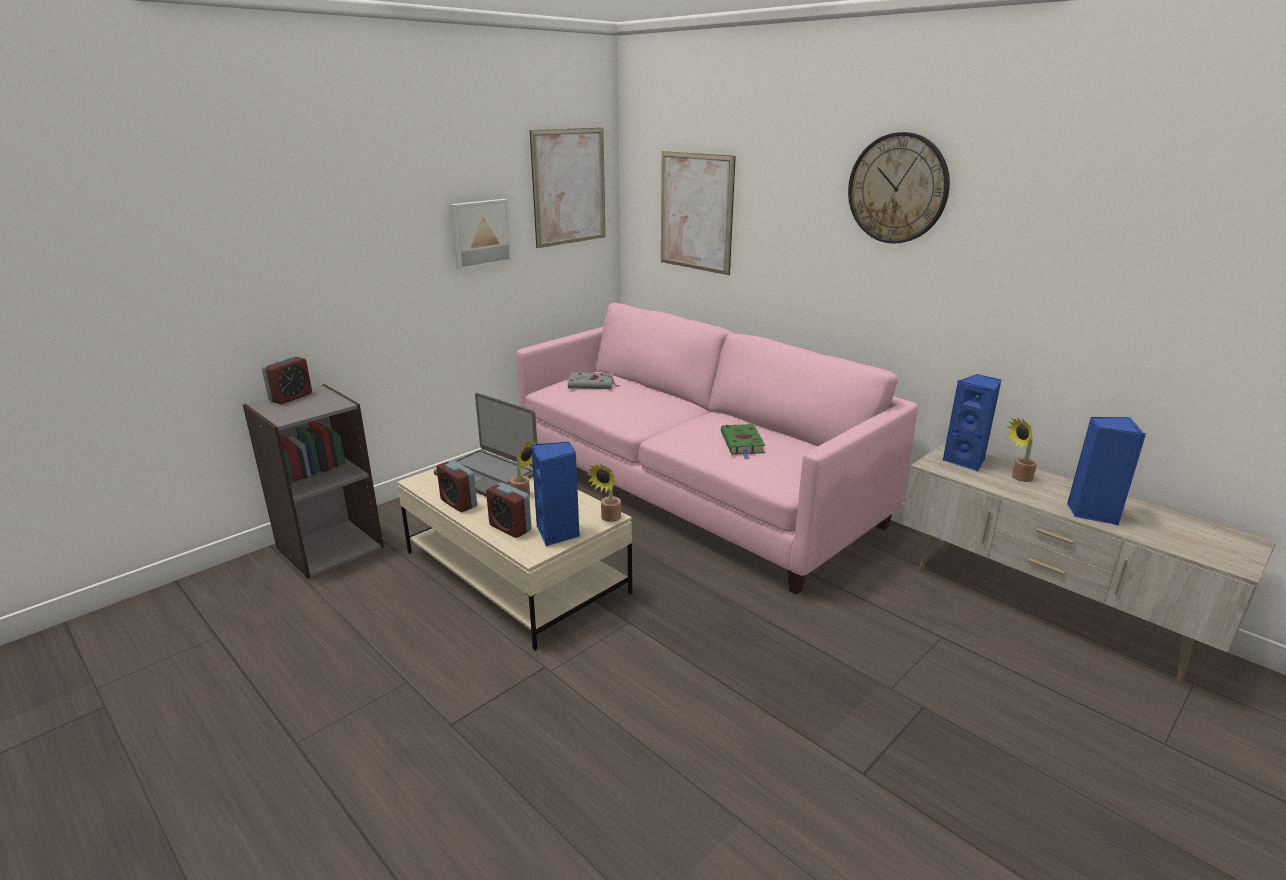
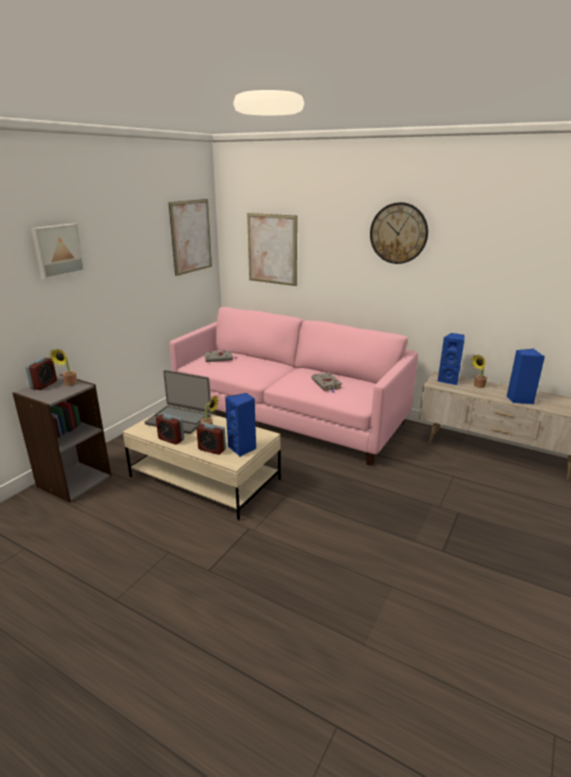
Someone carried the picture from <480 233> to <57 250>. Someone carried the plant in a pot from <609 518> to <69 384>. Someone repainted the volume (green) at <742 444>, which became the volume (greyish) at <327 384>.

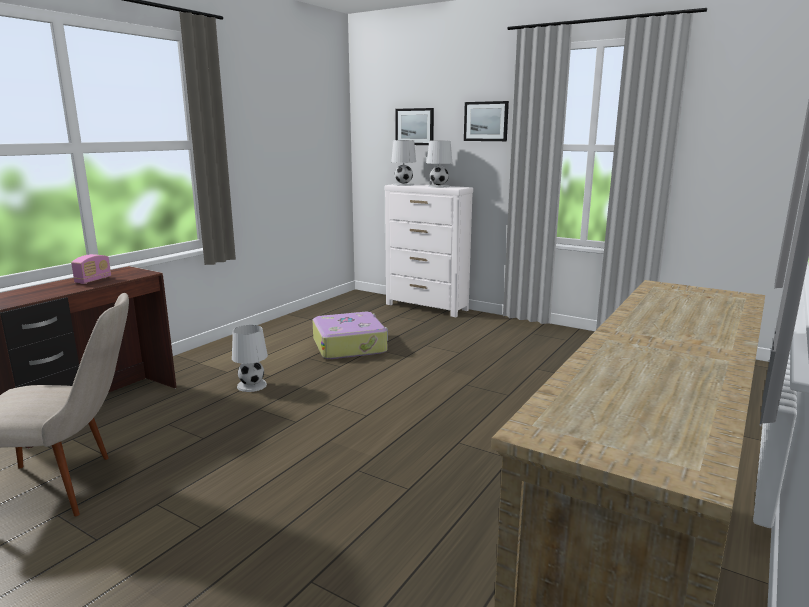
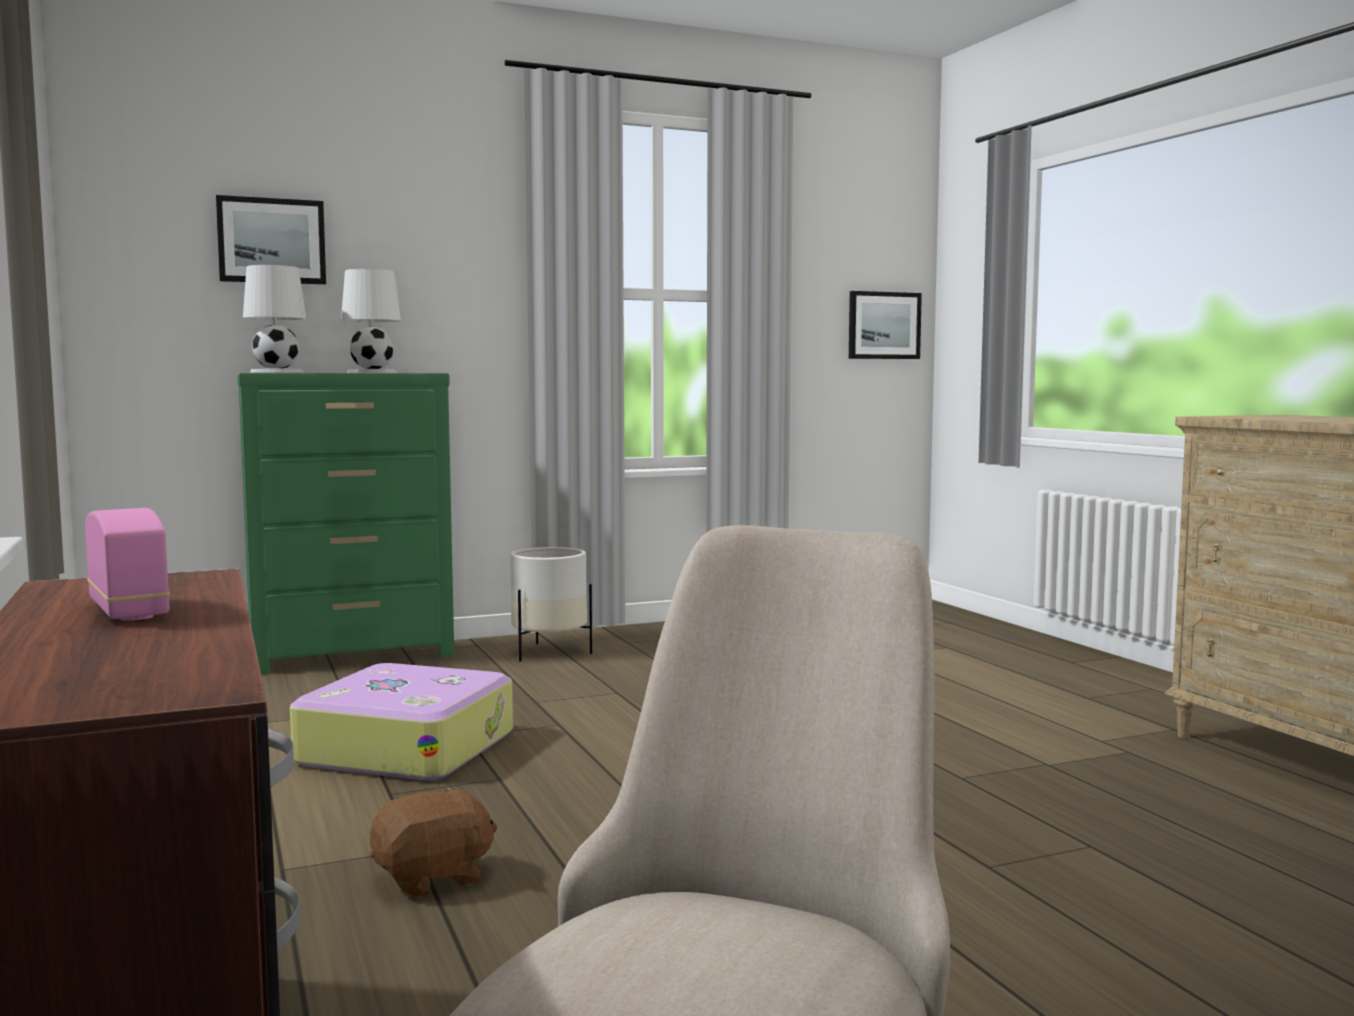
Someone swapped the lamp for a table (white) at <252 385> for the cuddly toy (brown) at <433 878>. Someone repainted the drawer chest (white) at <427 307>, which became the drawer chest (green) at <355 658>. Someone carried the picture from <486 121> to <883 325>. Someone put down the flower pot (white) at <549 652>.

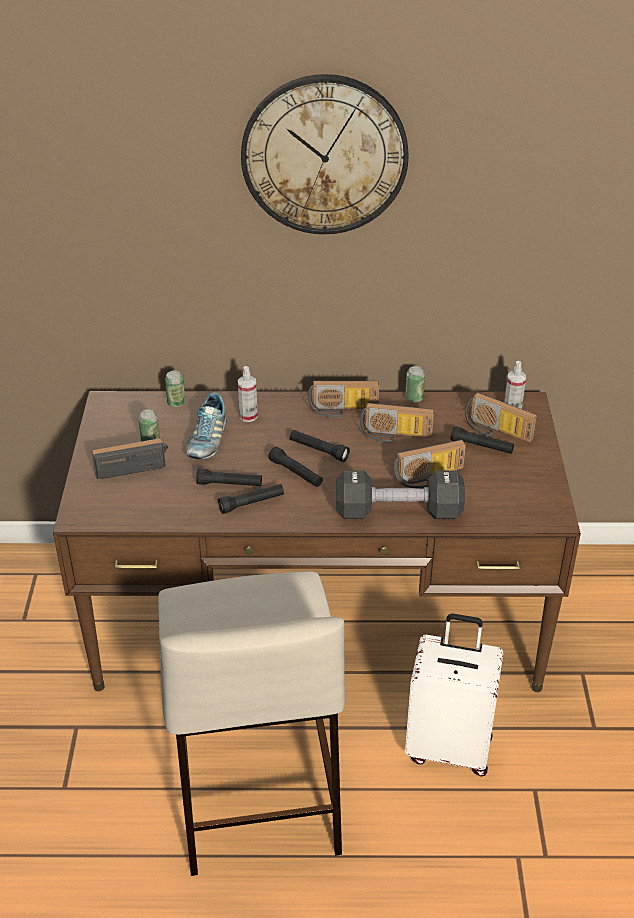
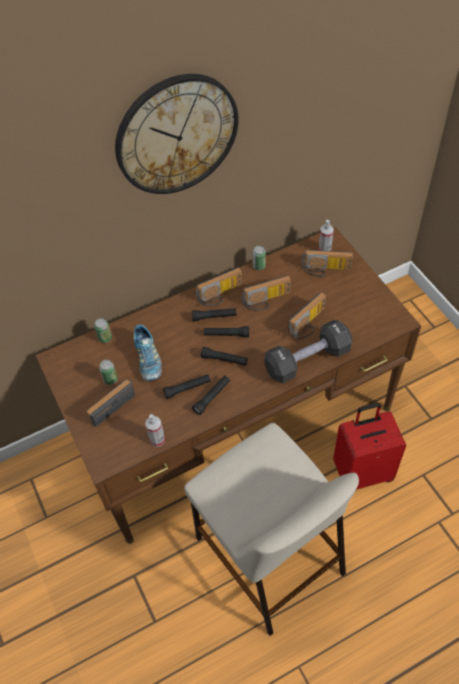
Someone carried the sprayer from <248 416> to <157 440>. Someone repainted the piece of luggage (white) at <449 747>, which became the piece of luggage (reddish) at <362 471>. Someone carried the flashlight (blackish) from <481 446> to <214 317>.

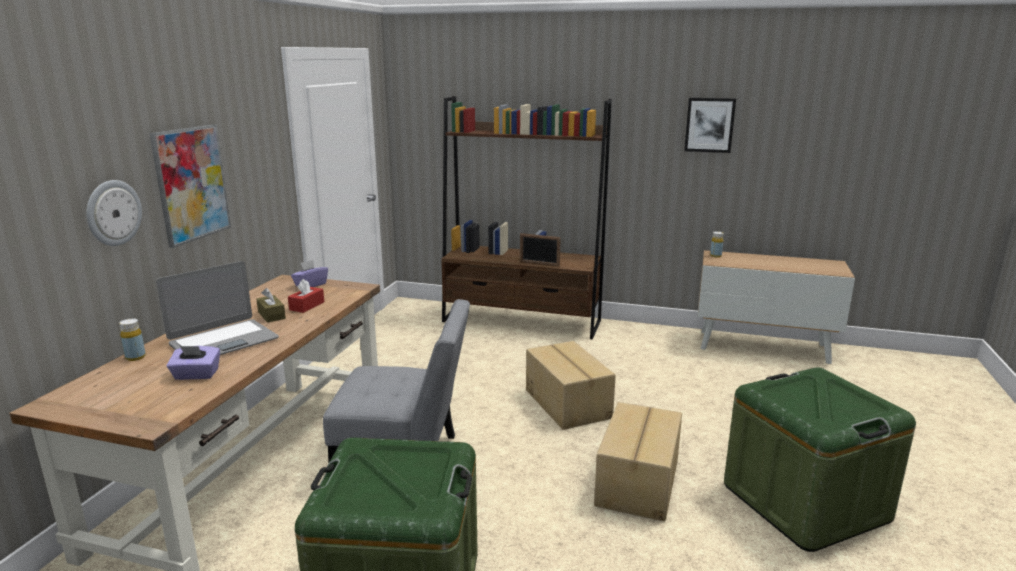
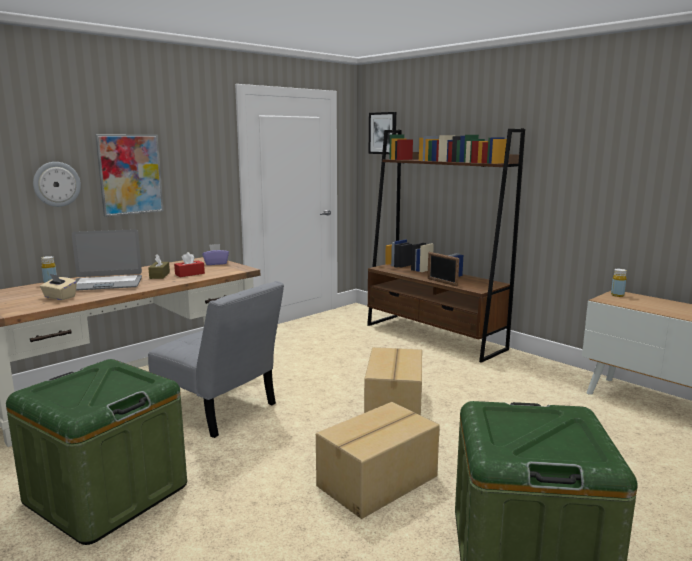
Someone repainted the tissue holder (purplish) at <196 375>, which became the tissue holder (sand-coloured) at <59 297>. Someone carried the picture from <709 125> to <383 133>.

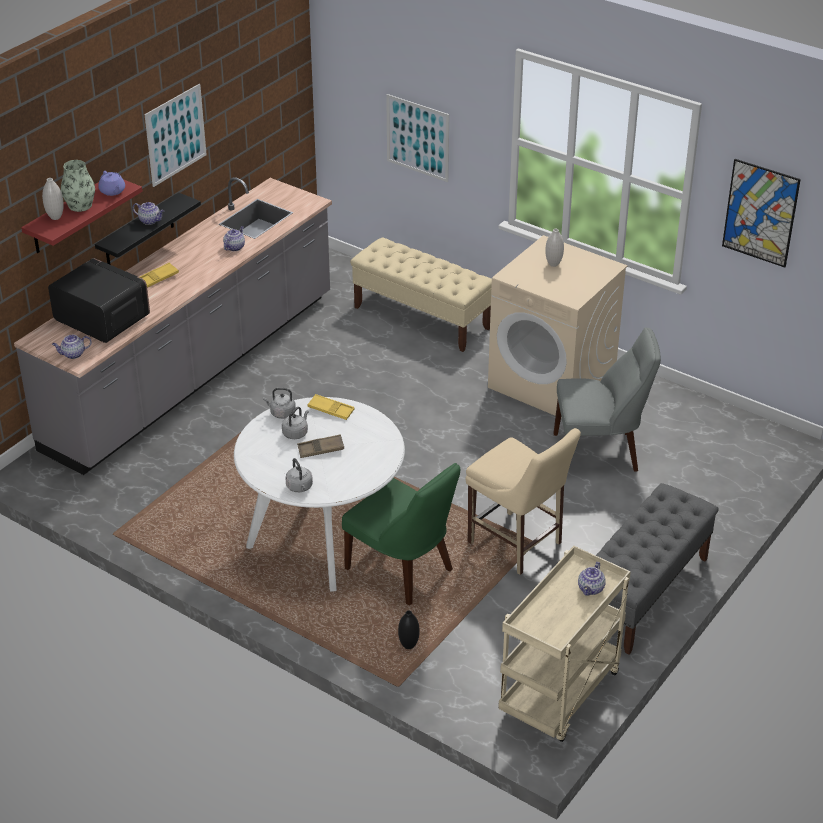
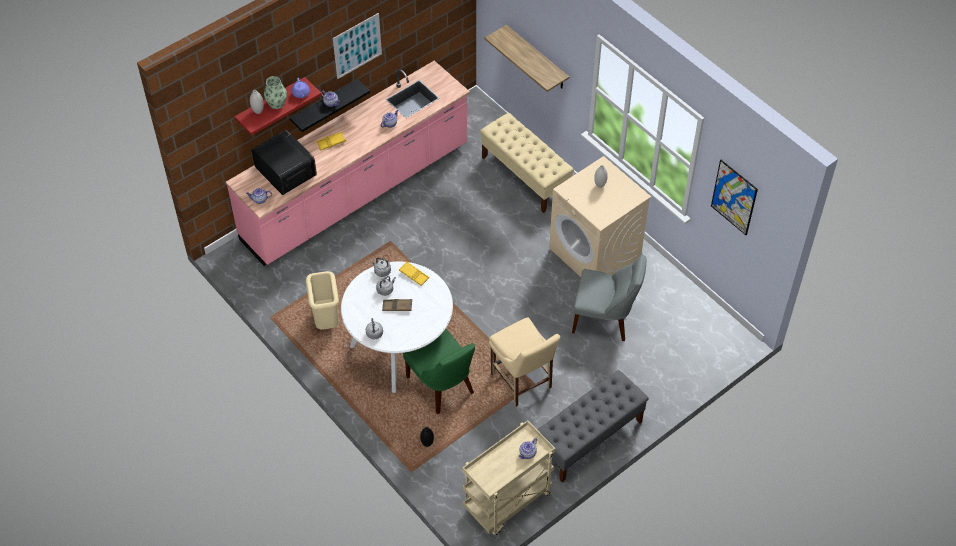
Someone repainted the kitchen counter (greyish) at <193 372>, which became the kitchen counter (pink-coloured) at <356 193>. Someone swapped the picture at <417 138> for the wall shelf at <537 58>. Someone put down the waste bin (sand-coloured) at <326 321>.

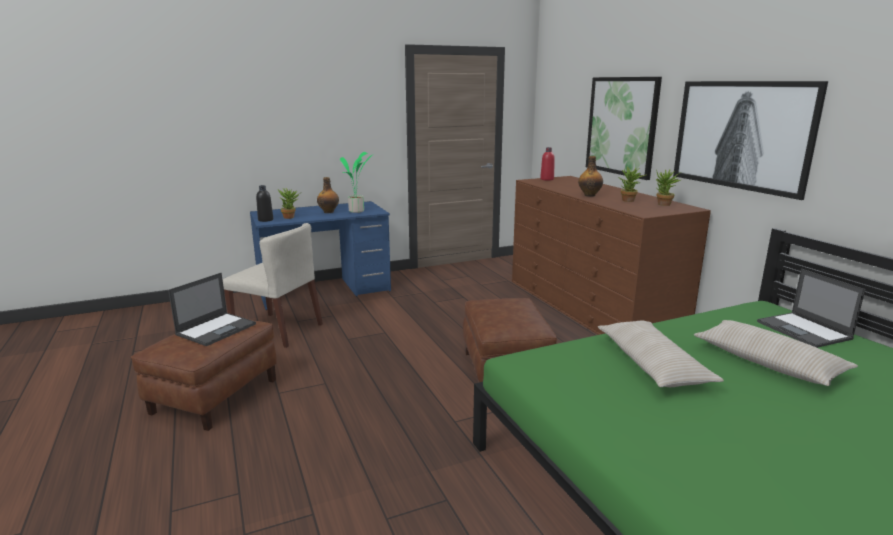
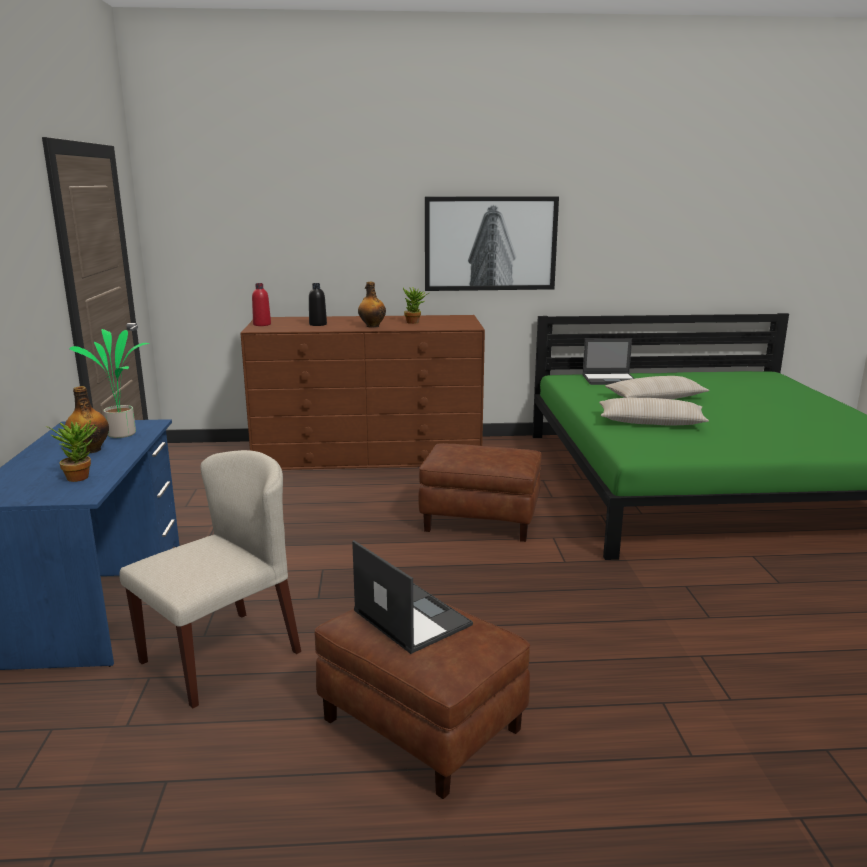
Someone carried the bottle (blackish) from <265 220> to <318 324>. Someone took away the picture at <621 126>. Someone took away the plant in a pot at <663 205>.

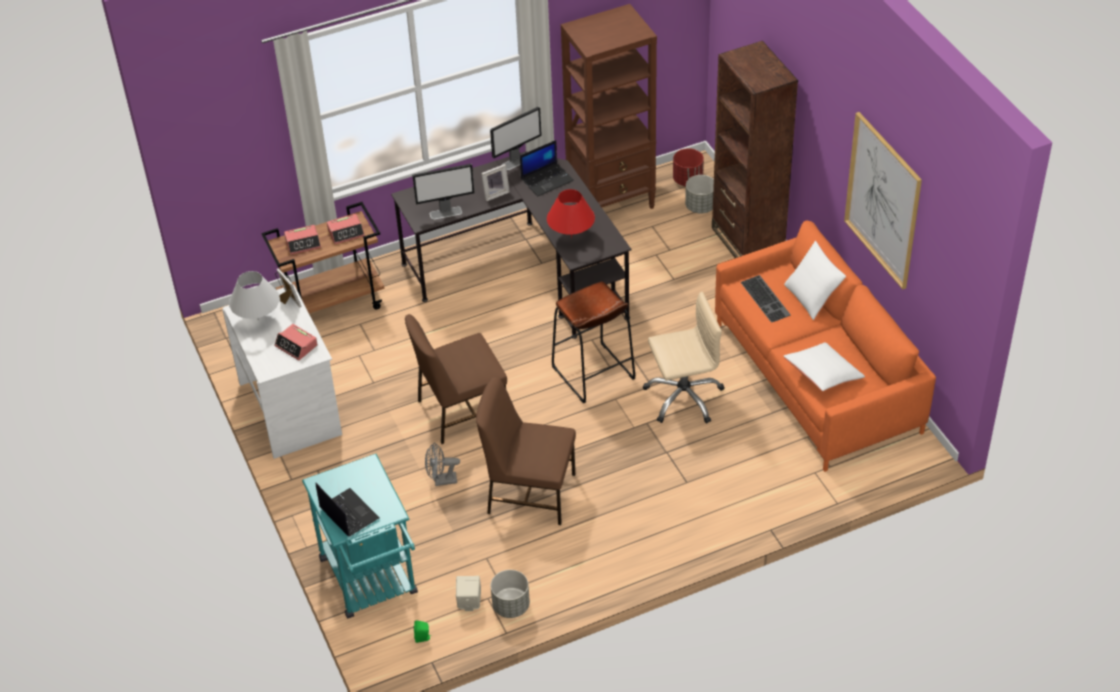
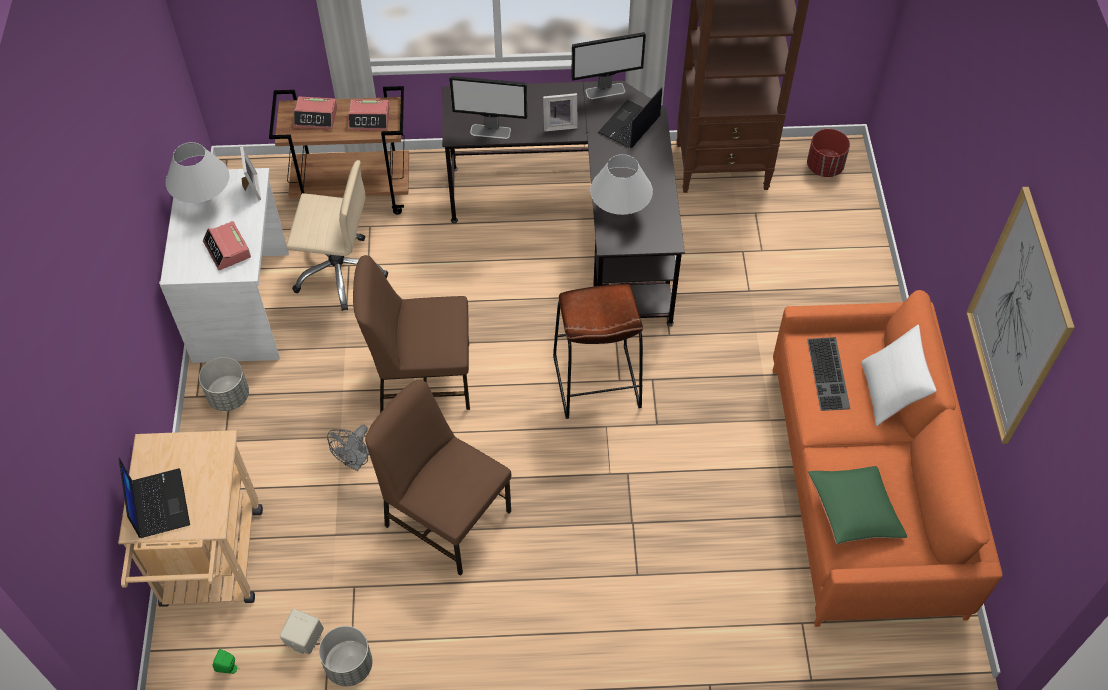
Someone repainted the cart (blue-green) at <372 582>, which became the cart (sand-coloured) at <211 567>. Someone rotated the electric fan (greyish) at <441 481> by 75 degrees counterclockwise. Someone rotated the laptop at <547 179> by 135 degrees clockwise. Someone repainted the lamp for a table (reddish) at <571 237>, which became the lamp for a table (white) at <620 212>. Someone carried the computer chair (sand-coloured) from <683 397> to <339 272>. Someone carried the flower pot (greyish) from <700 206> to <229 396>. Someone took away the bookshelf (brown) at <747 241>. Someone repainted the throw pillow (white) at <823 375>, which became the throw pillow (green) at <854 512>.

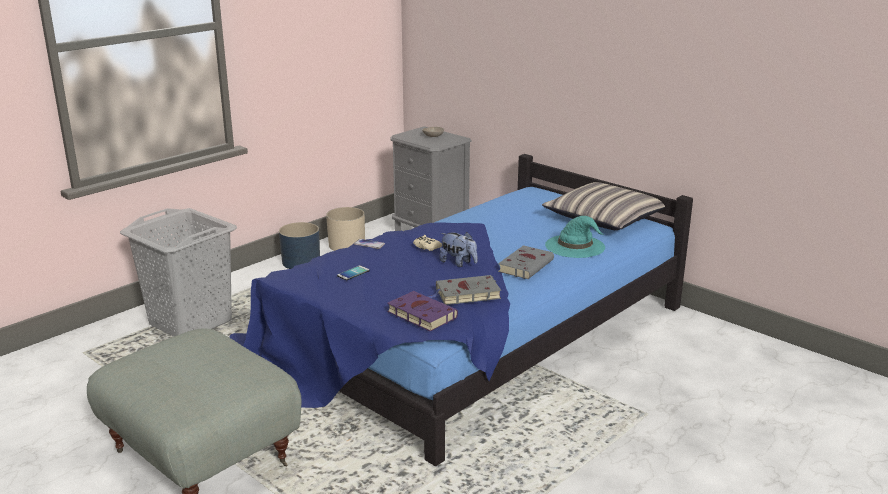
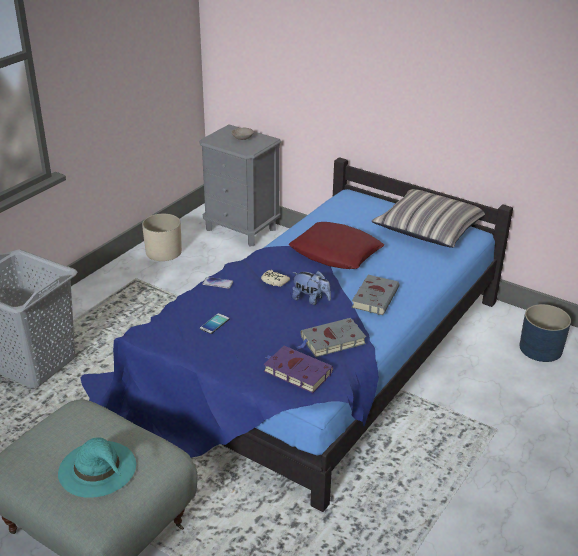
Someone carried the flower pot (bluish) from <301 262> to <541 349>. Someone carried the clothing hat (blue-green) from <576 246> to <98 469>. Someone put down the throw pillow (reddish) at <336 252>.

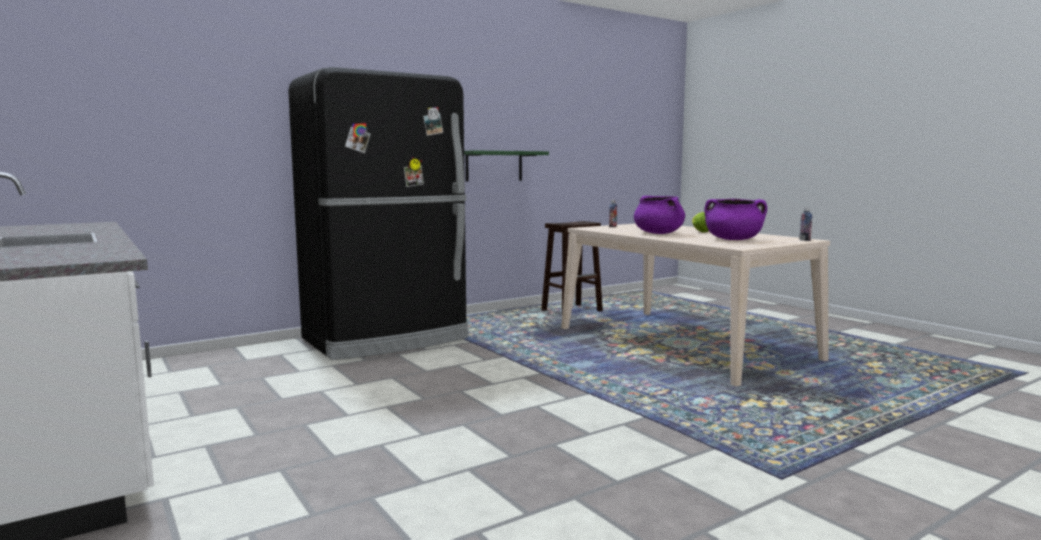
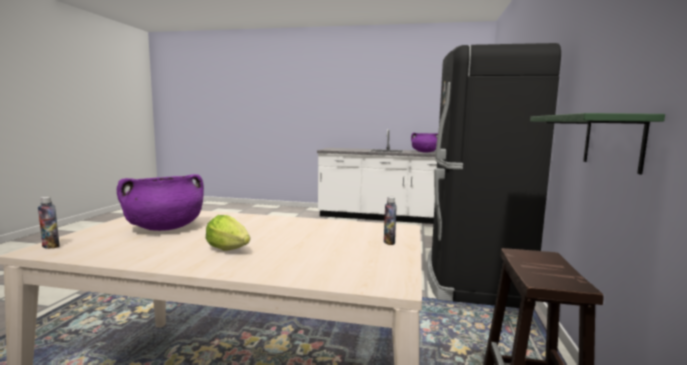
Someone carried the cooking pot (purplish) from <659 233> to <424 152>.

